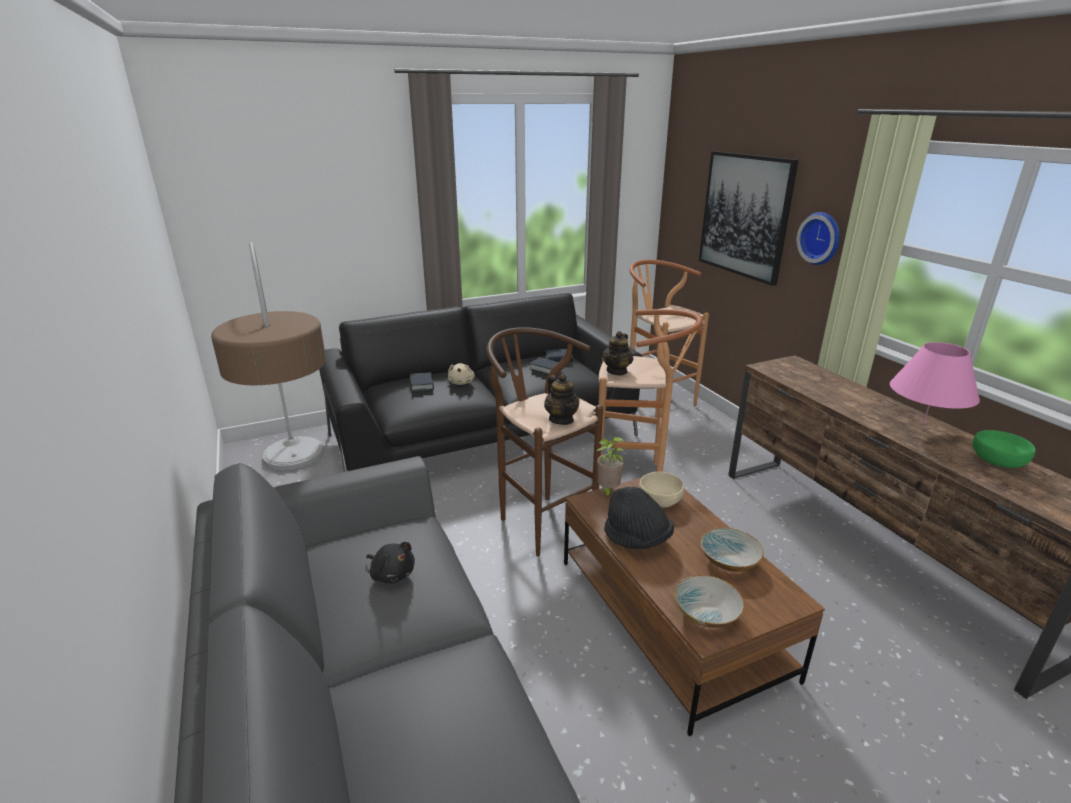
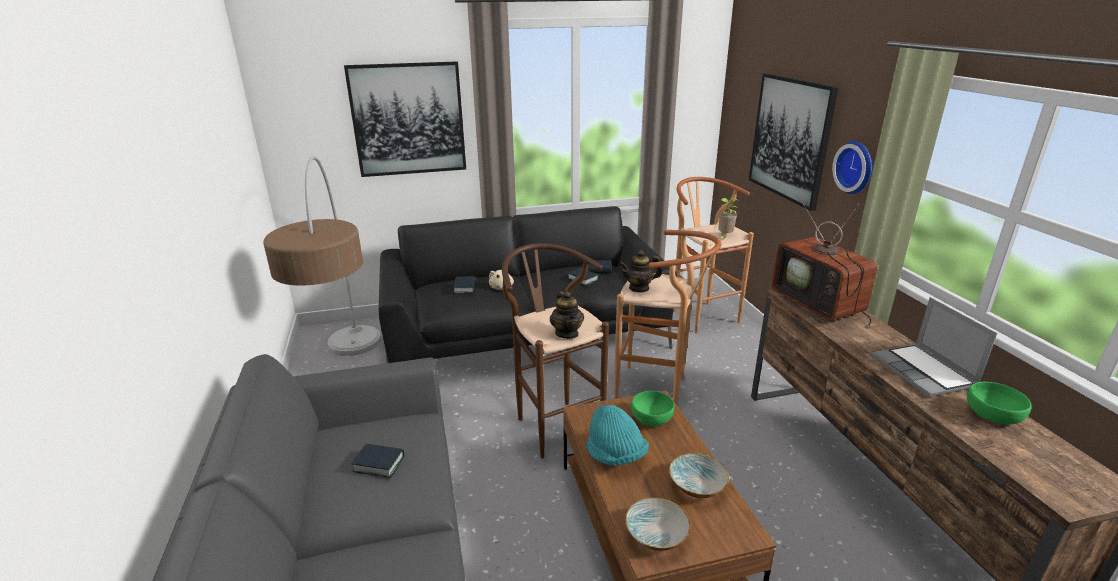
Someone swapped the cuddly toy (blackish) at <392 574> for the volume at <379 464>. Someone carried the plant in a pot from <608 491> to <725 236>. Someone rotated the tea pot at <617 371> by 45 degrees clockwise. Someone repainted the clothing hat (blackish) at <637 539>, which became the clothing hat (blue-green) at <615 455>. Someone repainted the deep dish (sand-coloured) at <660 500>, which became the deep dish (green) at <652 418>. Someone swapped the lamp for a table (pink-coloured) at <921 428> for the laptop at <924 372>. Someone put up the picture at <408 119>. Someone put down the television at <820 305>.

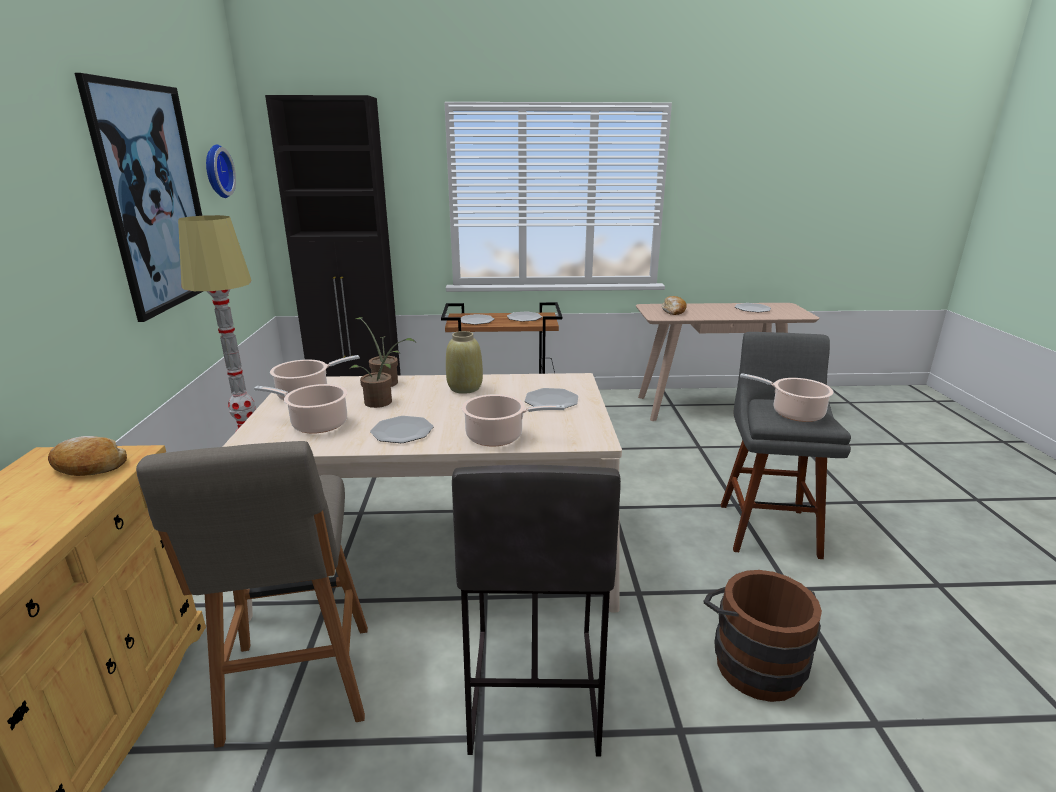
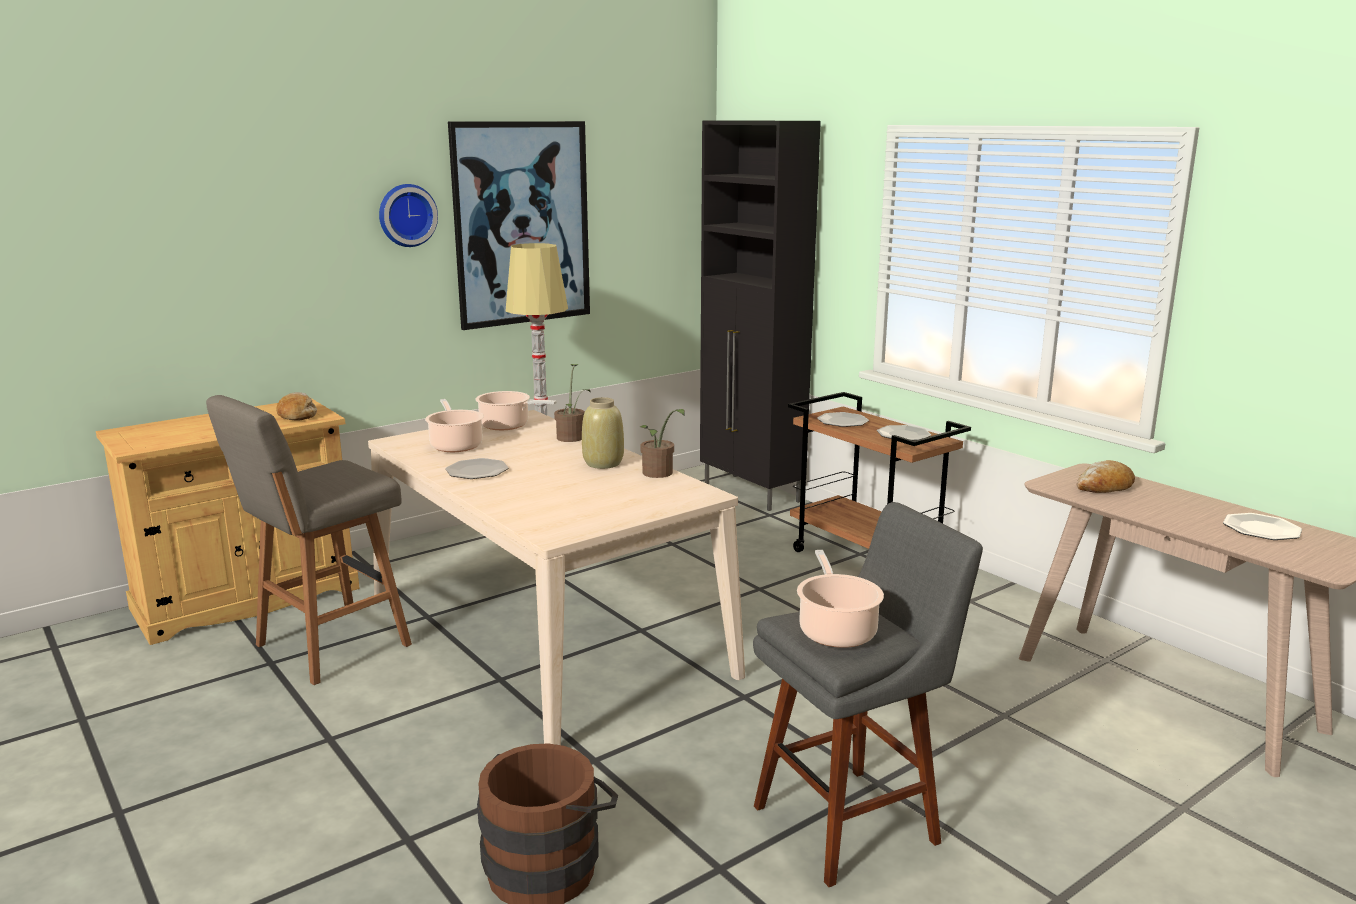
Someone carried the wall clock from <216 171> to <406 215>. Someone carried the plant in a pot from <382 402> to <659 474>. Someone took away the stool (greyish) at <532 688>. Someone took away the cooking pot at <498 437>. Someone took away the dinner plate at <551 401>.

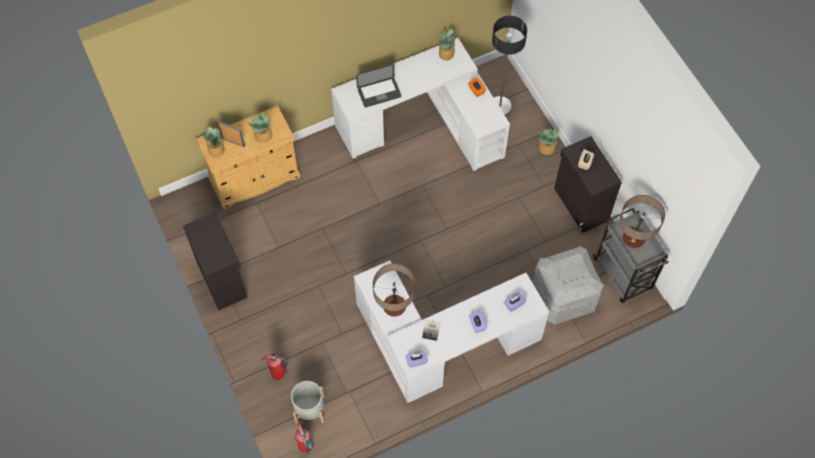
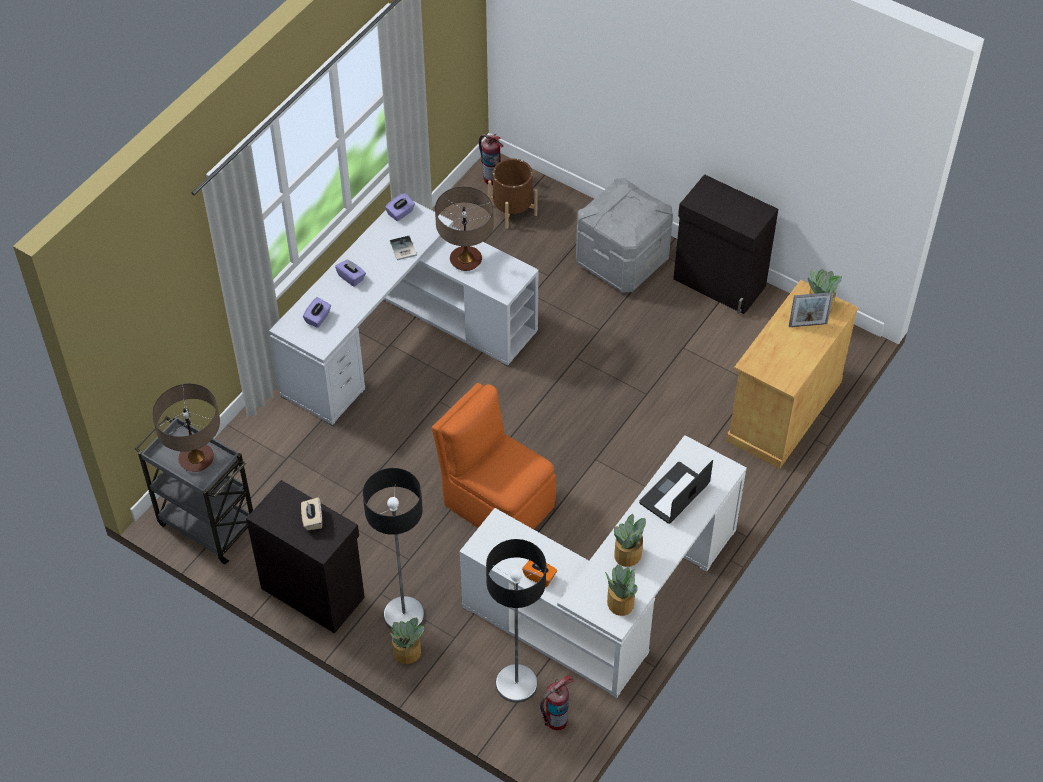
Someone carried the plant in a pot from <263 136> to <628 554>. Someone carried the extinguisher from <278 374> to <556 720>. Someone repainted the flower pot (greyish) at <309 409>, which became the flower pot (brown) at <512 210>. Someone carried the storage bin (greyish) from <563 297> to <622 261>. Someone put down the standard lamp at <403 614>. Someone put down the plain chair (orangey) at <497 503>.

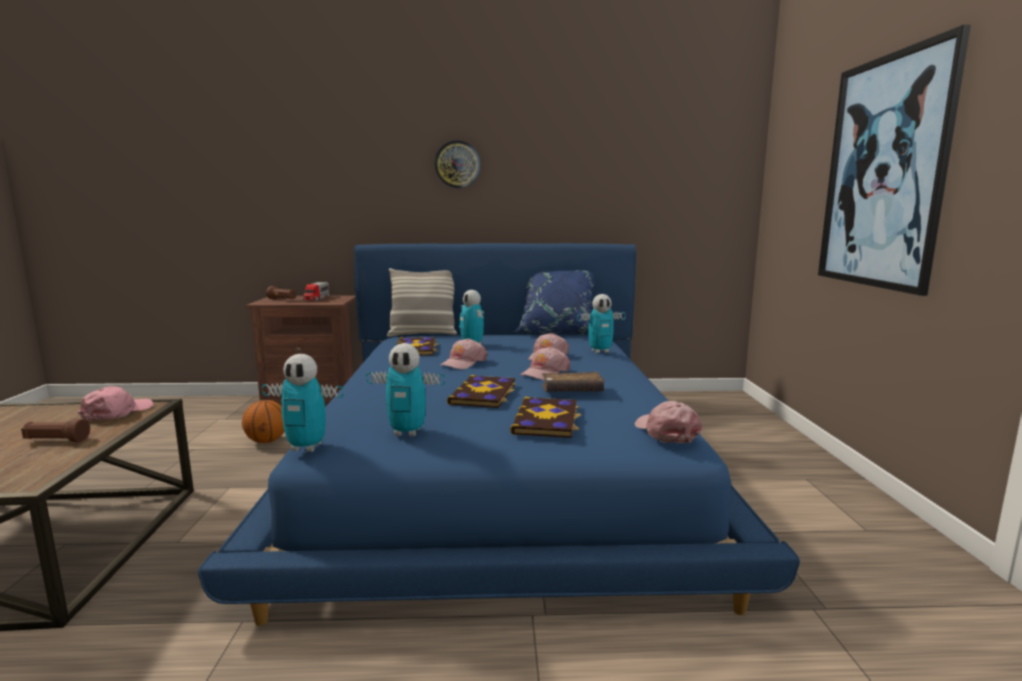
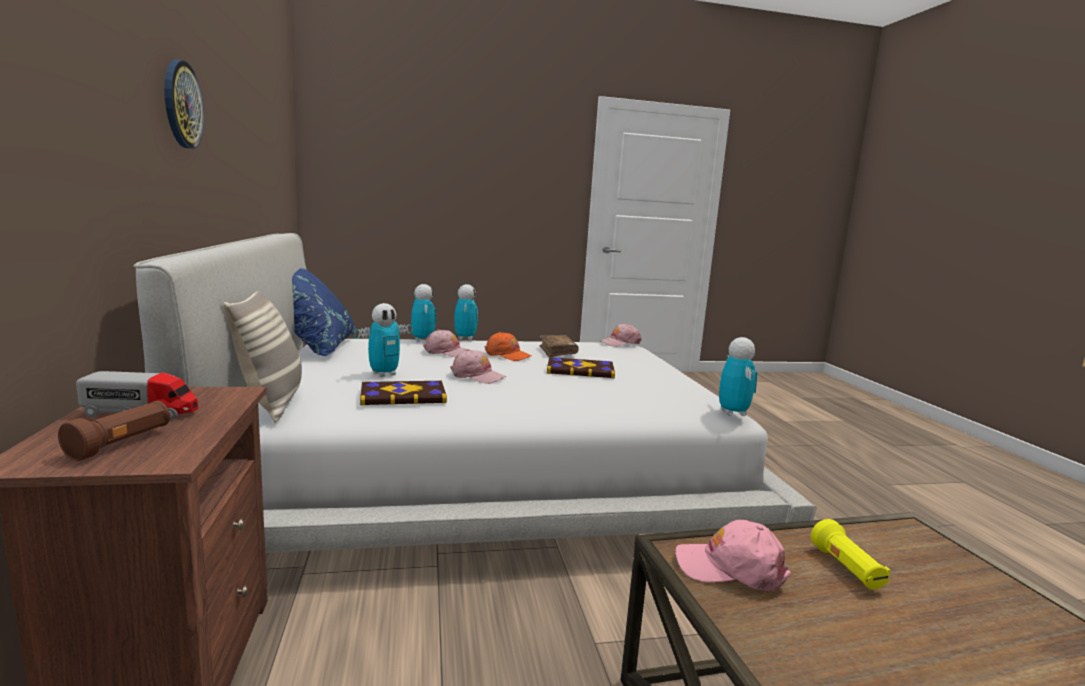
Someone repainted the flashlight (brown) at <57 441>, which became the flashlight (yellowish) at <846 569>. Someone repainted the bedroom bed (bluish) at <499 465>, which became the bedroom bed (white) at <486 465>. Someone took away the ball for basketball at <267 441>. Someone carried the model robot from <407 432> to <465 338>. Someone took away the volume at <547 420>. Someone repainted the baseball cap (pink-coloured) at <545 372>, which became the baseball cap (orangey) at <507 355>. Someone took away the picture at <883 173>.

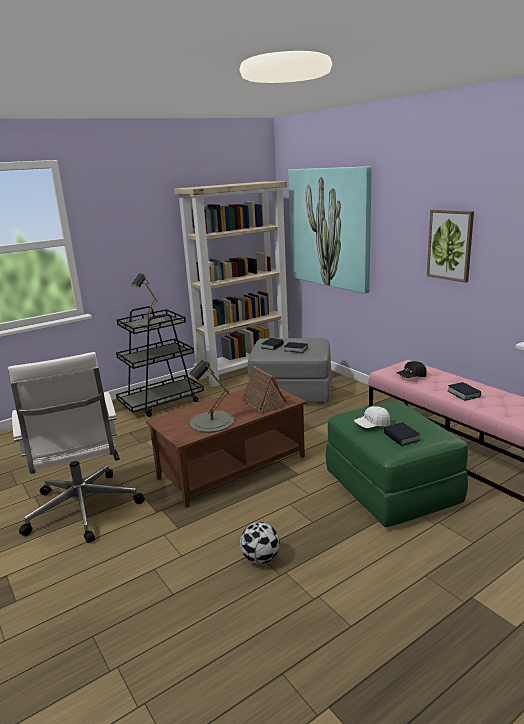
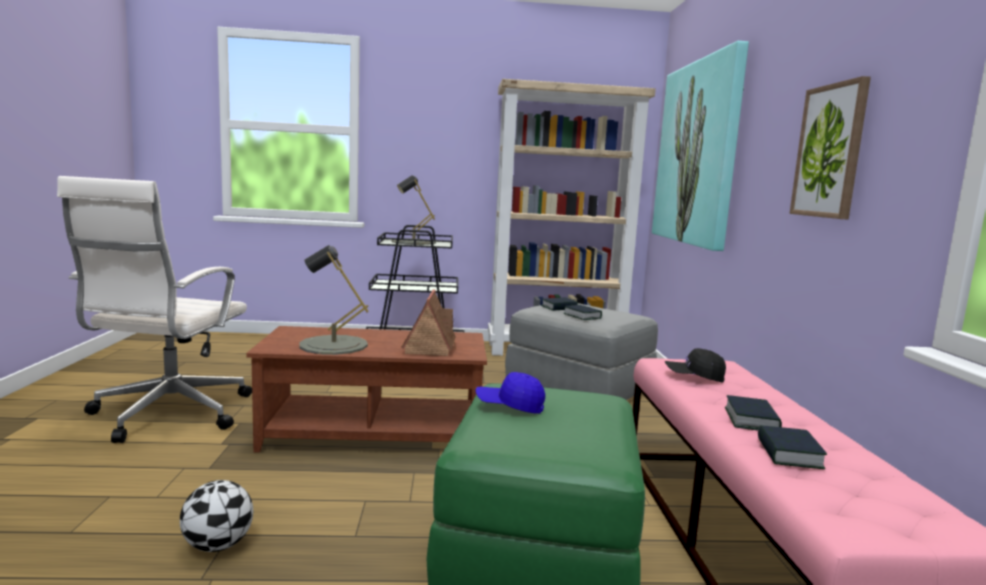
Someone repainted the baseball cap (white) at <372 425>, which became the baseball cap (bluish) at <510 406>. Someone carried the volume from <401 437> to <788 454>.

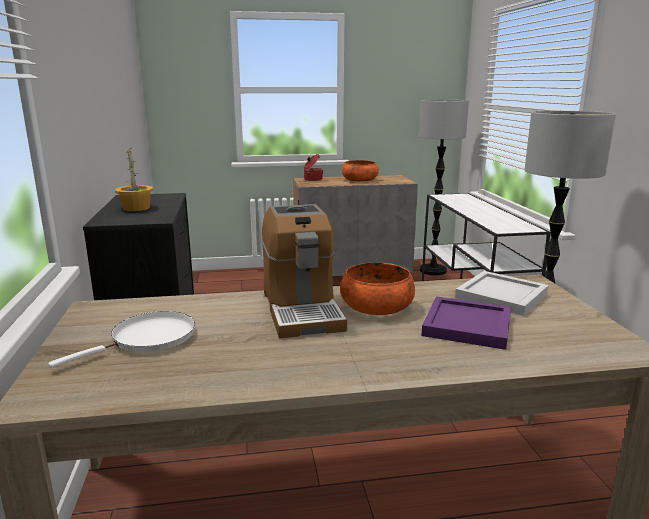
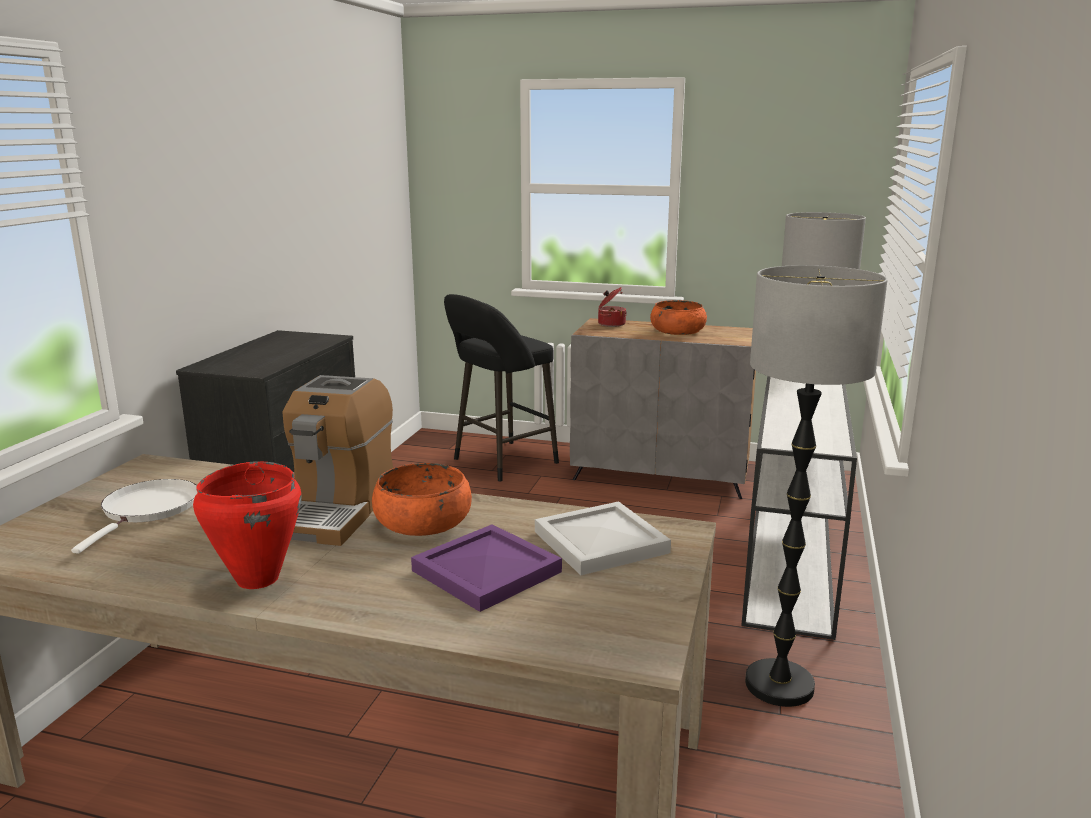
Someone rotated the frying pan (white) at <148 339> by 60 degrees counterclockwise. Someone took away the plant in a pot at <136 208>. Someone put down the cooking pot (reddish) at <256 579>. Someone put down the stool (blackish) at <500 462>.

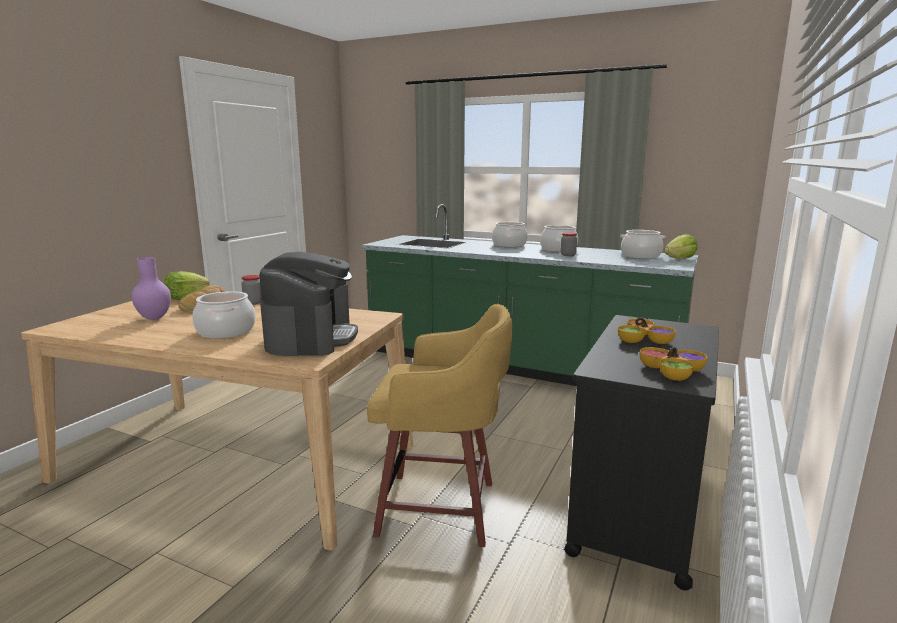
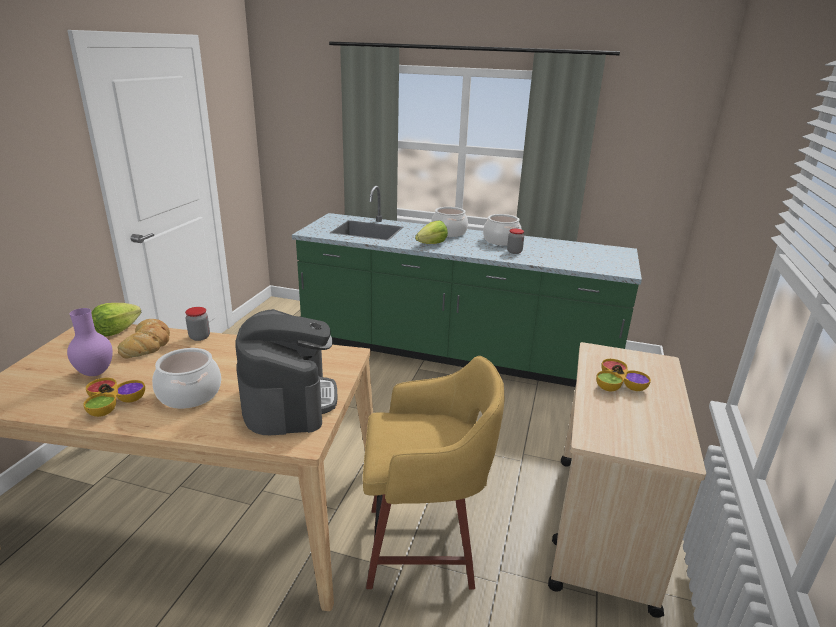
Someone repainted the cart (blackish) at <639 510>, which became the cart (sand-coloured) at <602 529>. Someone took away the cooking pot at <640 256>. Someone carried the deep dish from <672 371> to <113 402>. Someone carried the head of lettuce from <679 259> to <432 244>.

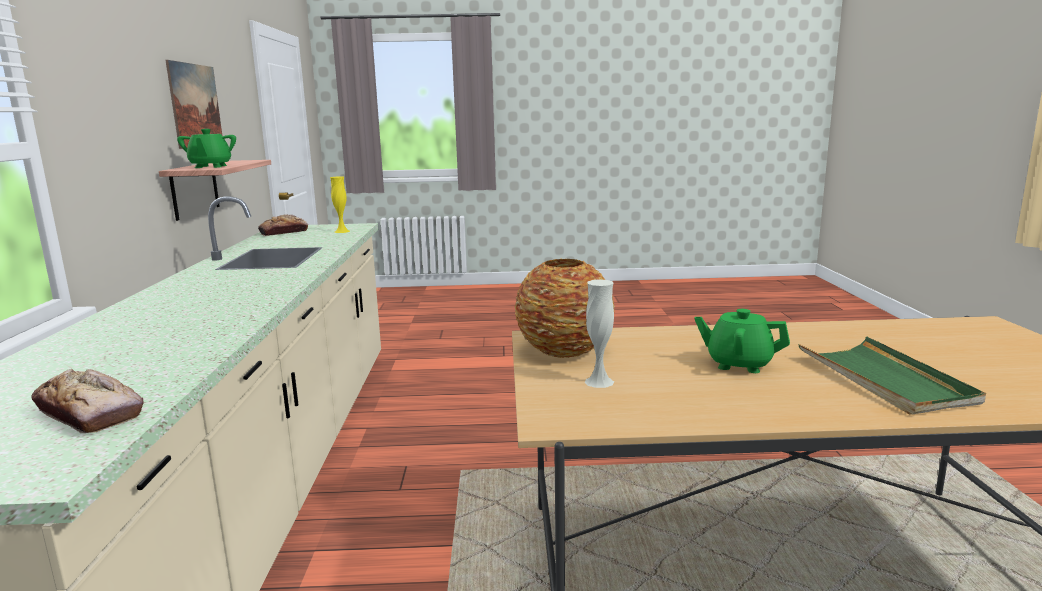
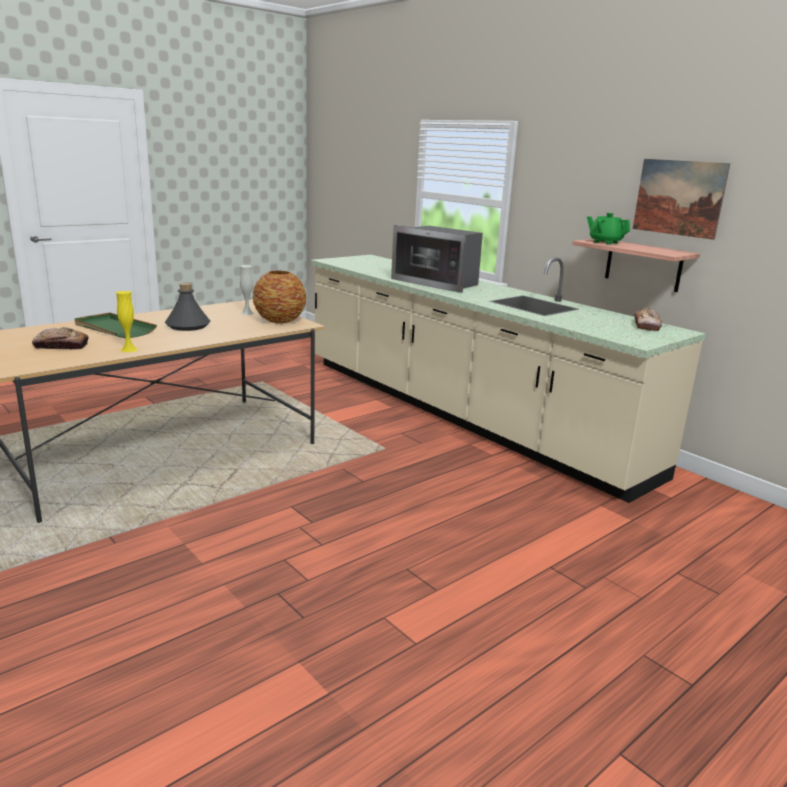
Someone carried the bakery bread from <90 414> to <61 346>. Someone carried the decorative vase (yellowish) from <342 231> to <129 349>. Someone swapped the tea pot (green) at <739 364> for the bottle (greyish) at <187 326>. Someone put down the microwave oven at <438 282>.

